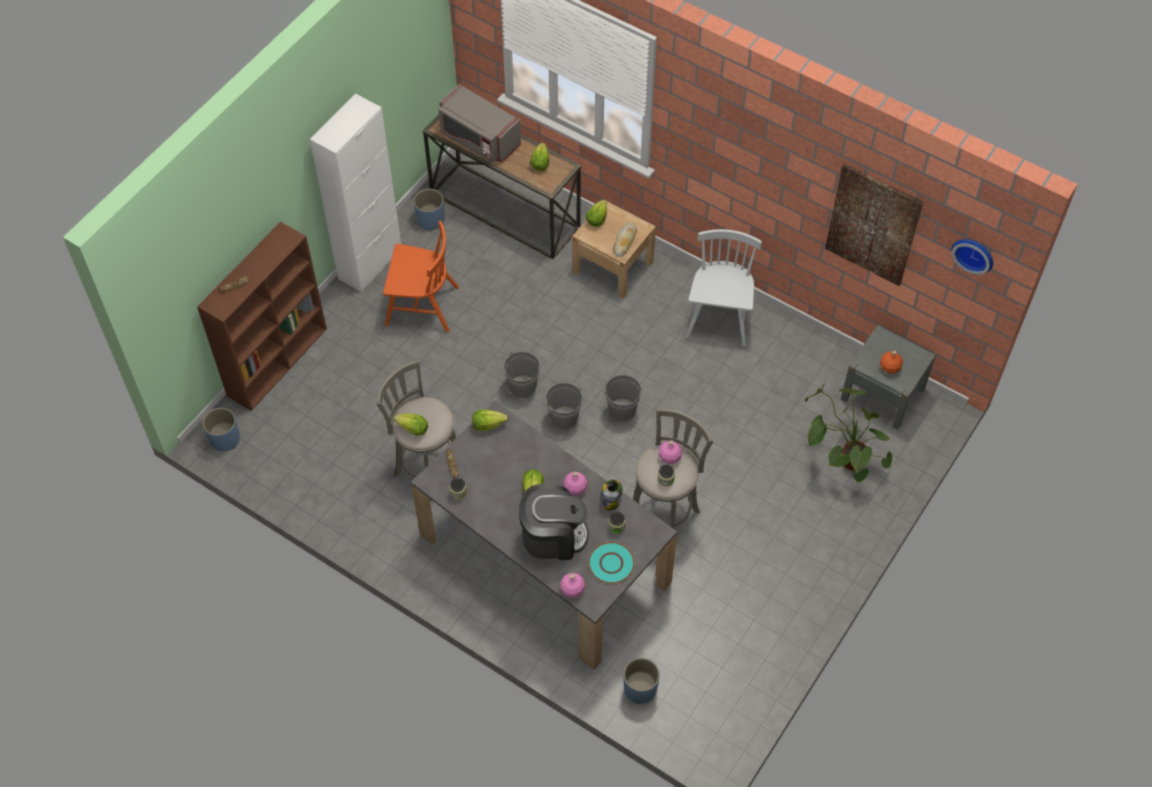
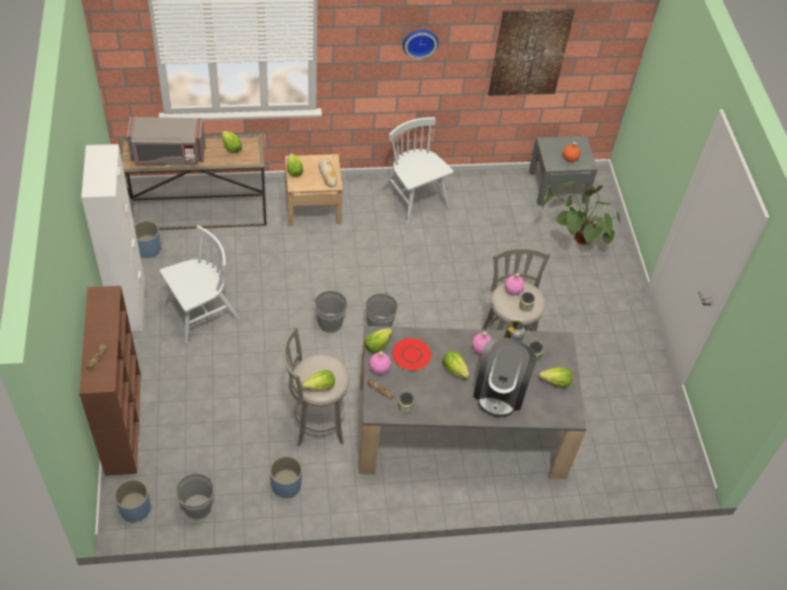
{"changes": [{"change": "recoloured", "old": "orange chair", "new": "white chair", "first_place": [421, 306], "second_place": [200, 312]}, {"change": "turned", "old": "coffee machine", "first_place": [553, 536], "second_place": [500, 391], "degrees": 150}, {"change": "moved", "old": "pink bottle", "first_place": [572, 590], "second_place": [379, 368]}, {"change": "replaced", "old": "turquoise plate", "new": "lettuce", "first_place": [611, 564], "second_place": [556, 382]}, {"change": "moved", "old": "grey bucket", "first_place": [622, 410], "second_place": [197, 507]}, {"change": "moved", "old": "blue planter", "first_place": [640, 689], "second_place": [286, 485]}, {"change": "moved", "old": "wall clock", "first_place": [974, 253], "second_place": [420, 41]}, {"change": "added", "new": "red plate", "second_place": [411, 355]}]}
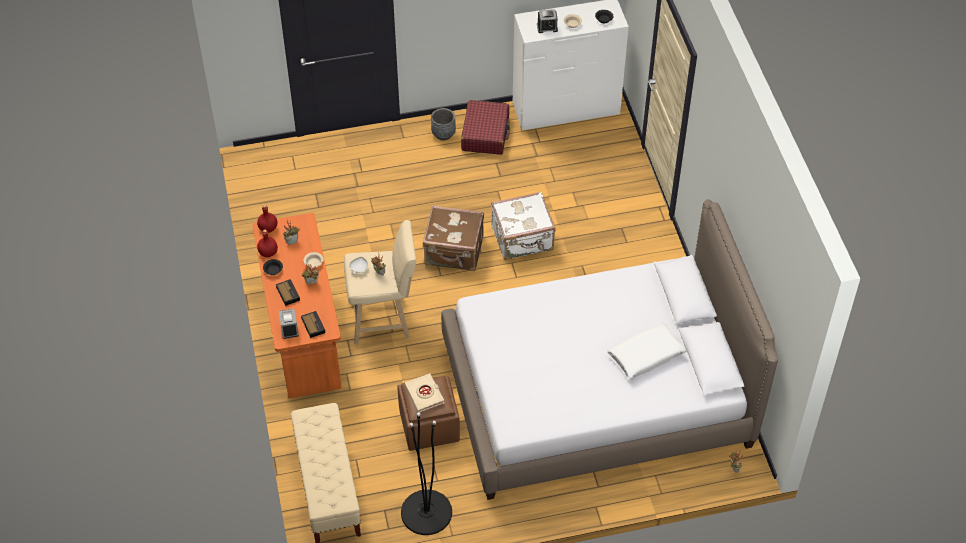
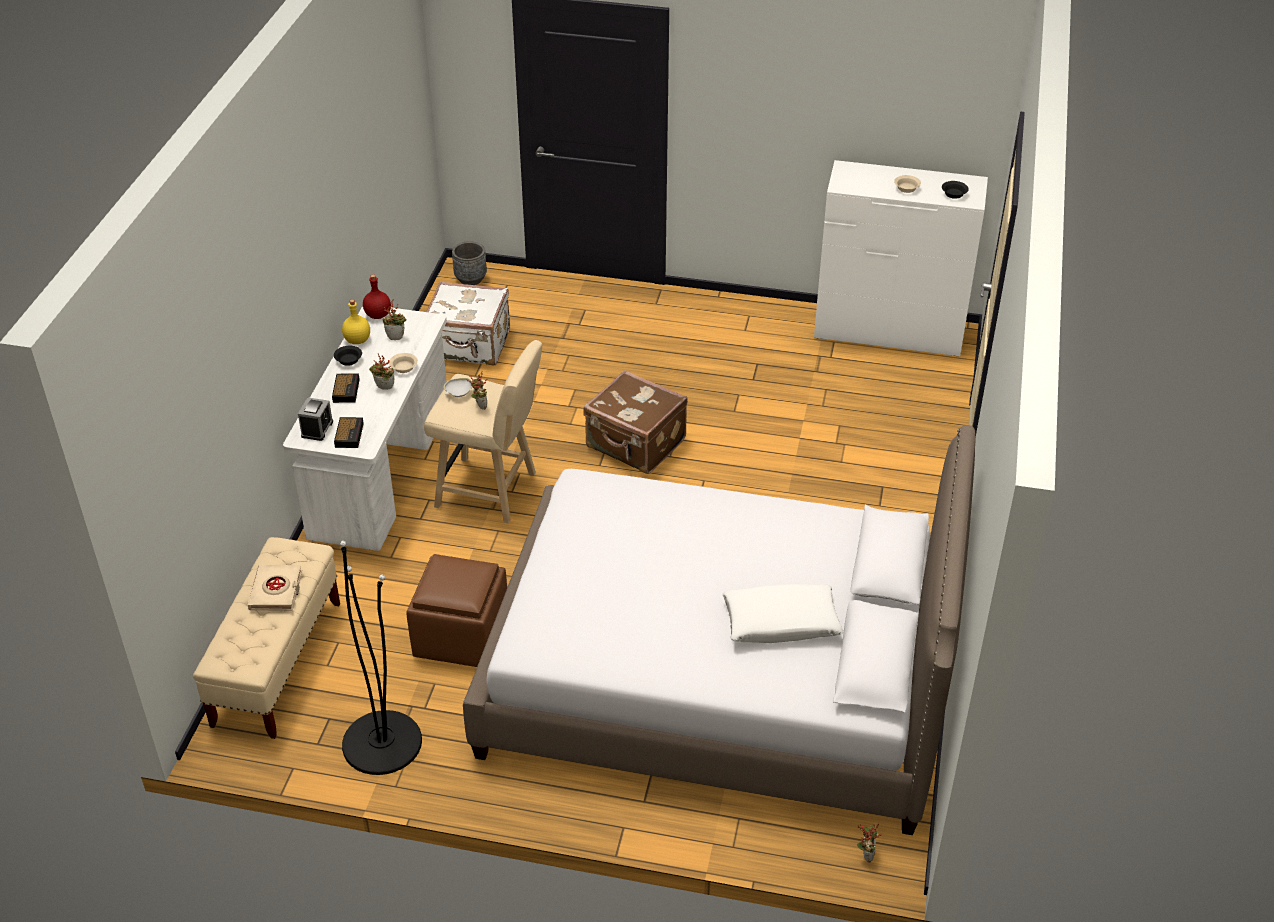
{"changes": [{"change": "recoloured", "old": "orange desk", "new": "white desk", "first_place": [302, 331], "second_place": [380, 472]}, {"change": "recoloured", "old": "red bottle", "new": "yellow bottle", "first_place": [268, 253], "second_place": [357, 340]}, {"change": "moved", "old": "beige book", "first_place": [424, 394], "second_place": [276, 591]}, {"change": "moved", "old": "grey planter", "first_place": [443, 134], "second_place": [470, 279]}, {"change": "removed", "old": "red suitcase", "first_place": [485, 134]}, {"change": "moved", "old": "white suitcase", "first_place": [523, 239], "second_place": [469, 345]}, {"change": "removed", "old": "alarm clock", "first_place": [547, 27]}]}
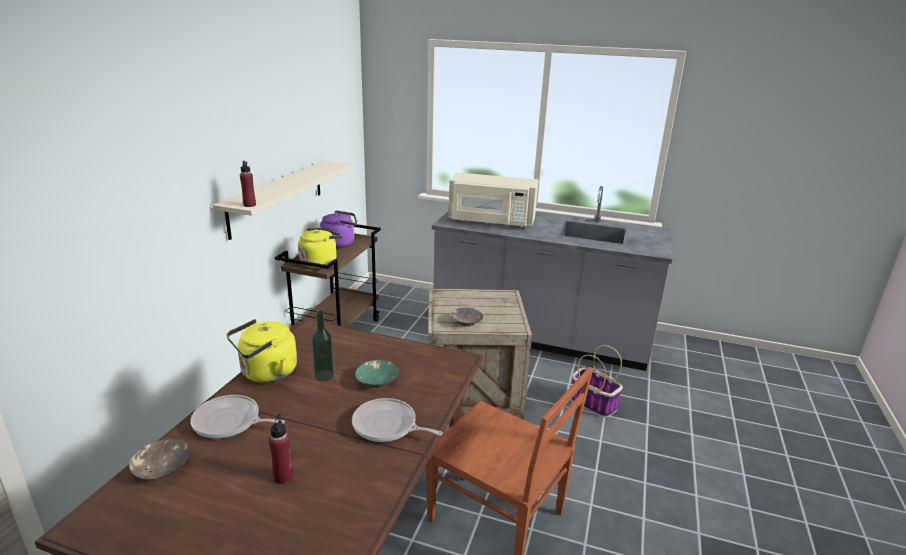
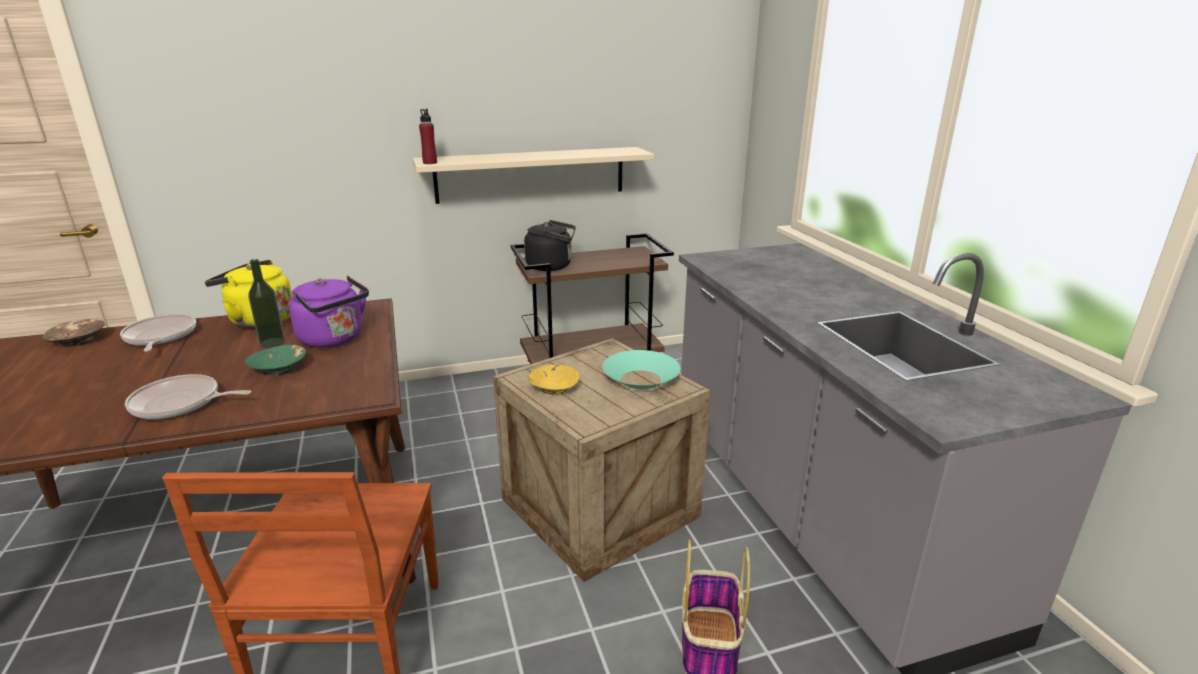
{"changes": [{"change": "removed", "old": "red bottle", "first_place": [283, 477]}, {"change": "recoloured", "old": "yellow kettle", "new": "black kettle", "first_place": [320, 262], "second_place": [552, 266]}, {"change": "moved", "old": "purple kettle", "first_place": [340, 243], "second_place": [334, 339]}, {"change": "turned", "old": "frying pan", "first_place": [387, 426], "second_place": [180, 403], "degrees": -75}, {"change": "removed", "old": "beige microwave", "first_place": [491, 221]}, {"change": "recoloured", "old": "brown bowl", "new": "yellow bowl", "first_place": [466, 322], "second_place": [553, 387]}, {"change": "added", "new": "turquoise bowl", "second_place": [640, 379]}]}
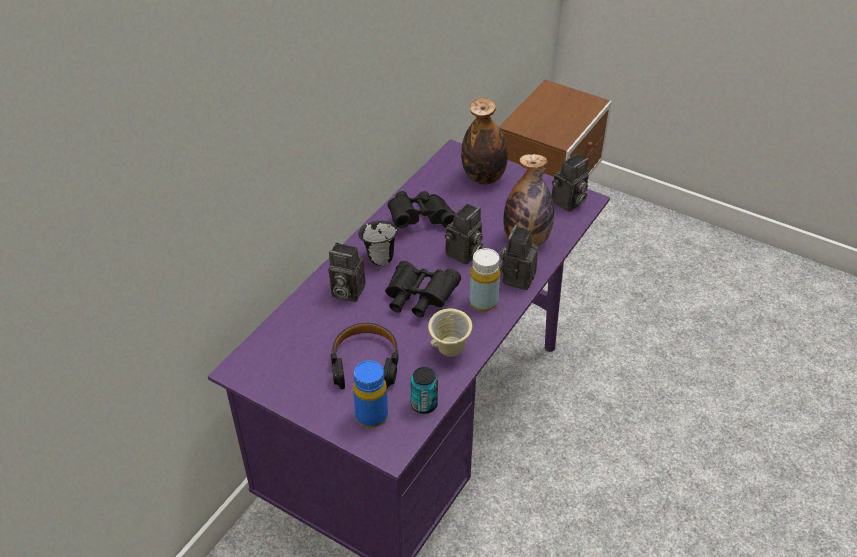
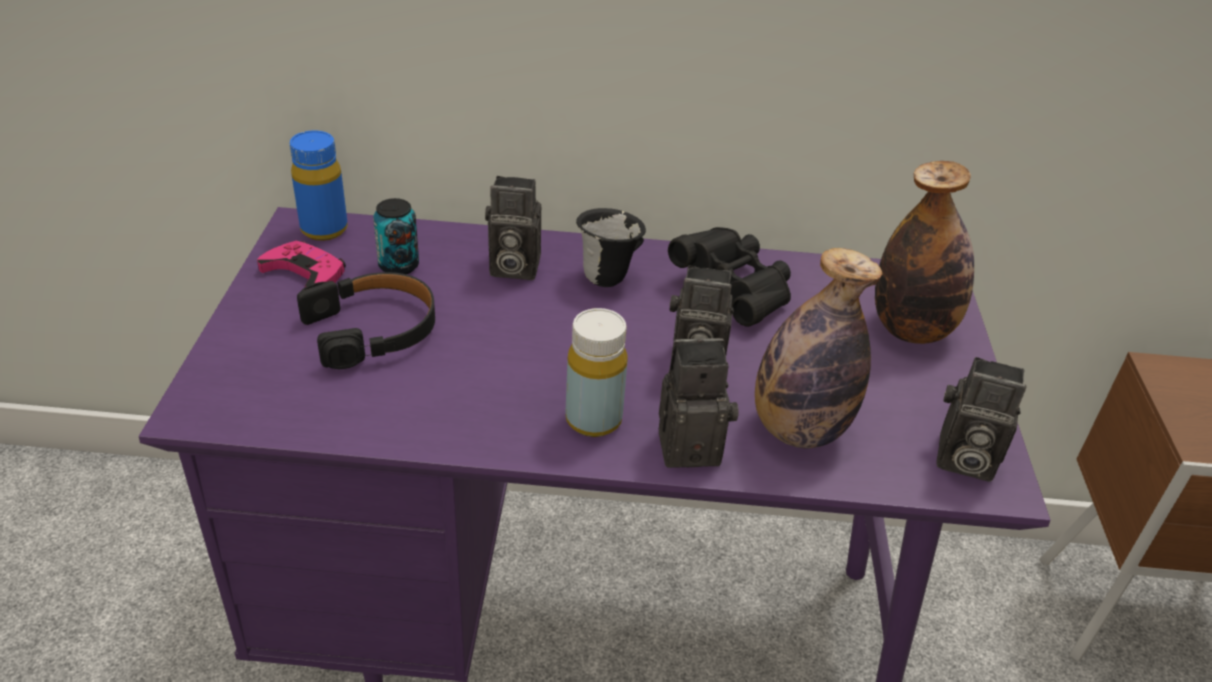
{"changes": [{"change": "turned", "old": "photo camera", "first_place": [345, 291], "second_place": [511, 267], "degrees": -75}, {"change": "moved", "old": "blue bottle", "first_place": [371, 416], "second_place": [324, 229]}, {"change": "removed", "old": "black binoculars", "first_place": [418, 299]}, {"change": "moved", "old": "can", "first_place": [424, 404], "second_place": [398, 266]}, {"change": "removed", "old": "beige mug", "first_place": [449, 353]}, {"change": "added", "new": "pink game controller", "second_place": [305, 273]}]}
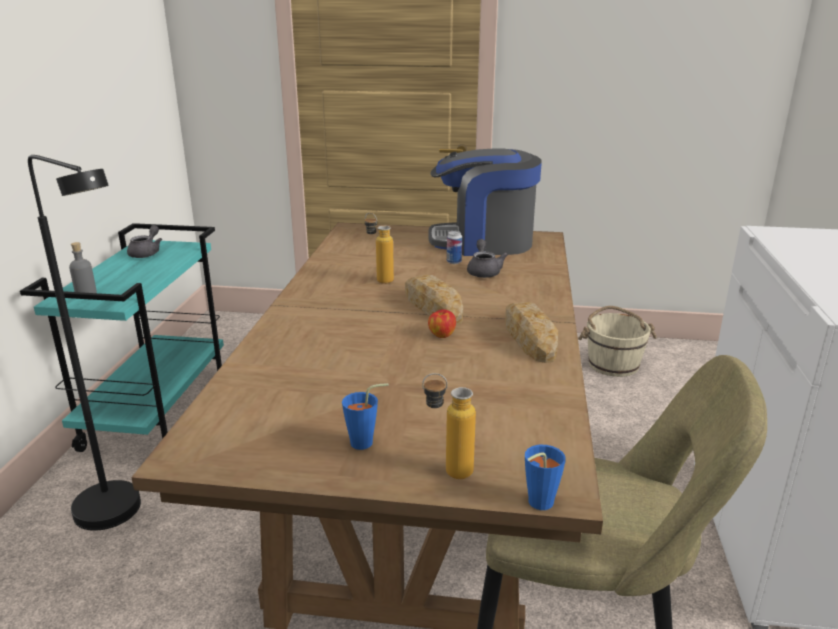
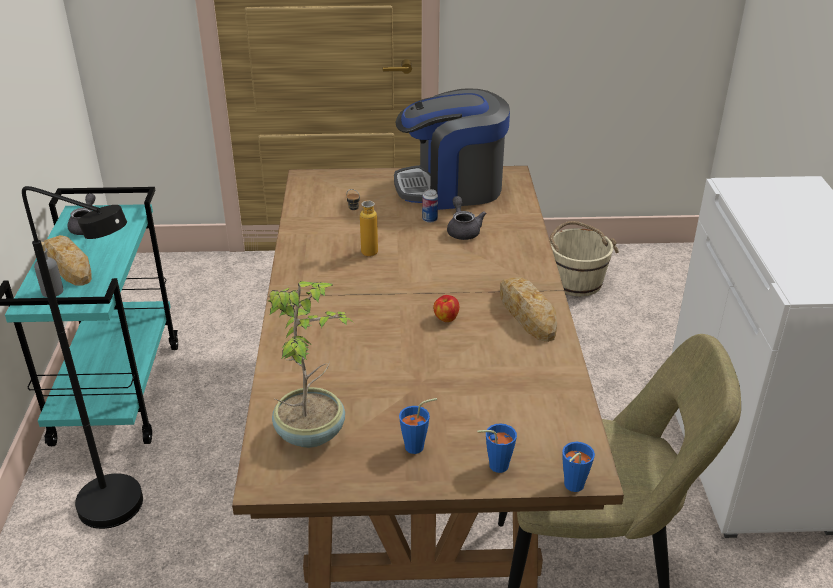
{"changes": [{"change": "moved", "old": "bread", "first_place": [432, 306], "second_place": [68, 265]}, {"change": "replaced", "old": "bottle", "new": "blue cup", "first_place": [447, 471], "second_place": [494, 466]}, {"change": "added", "new": "potted plant", "second_place": [311, 432]}]}
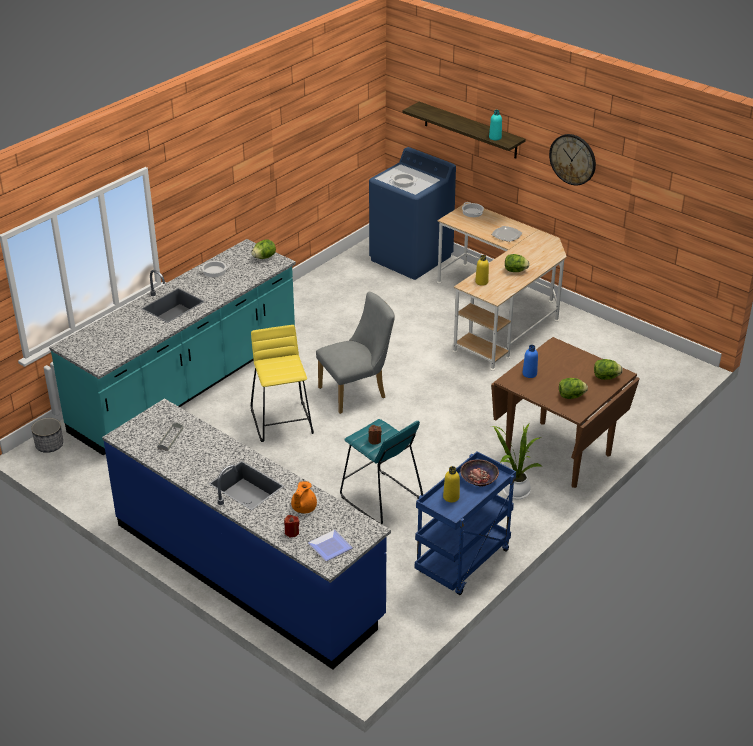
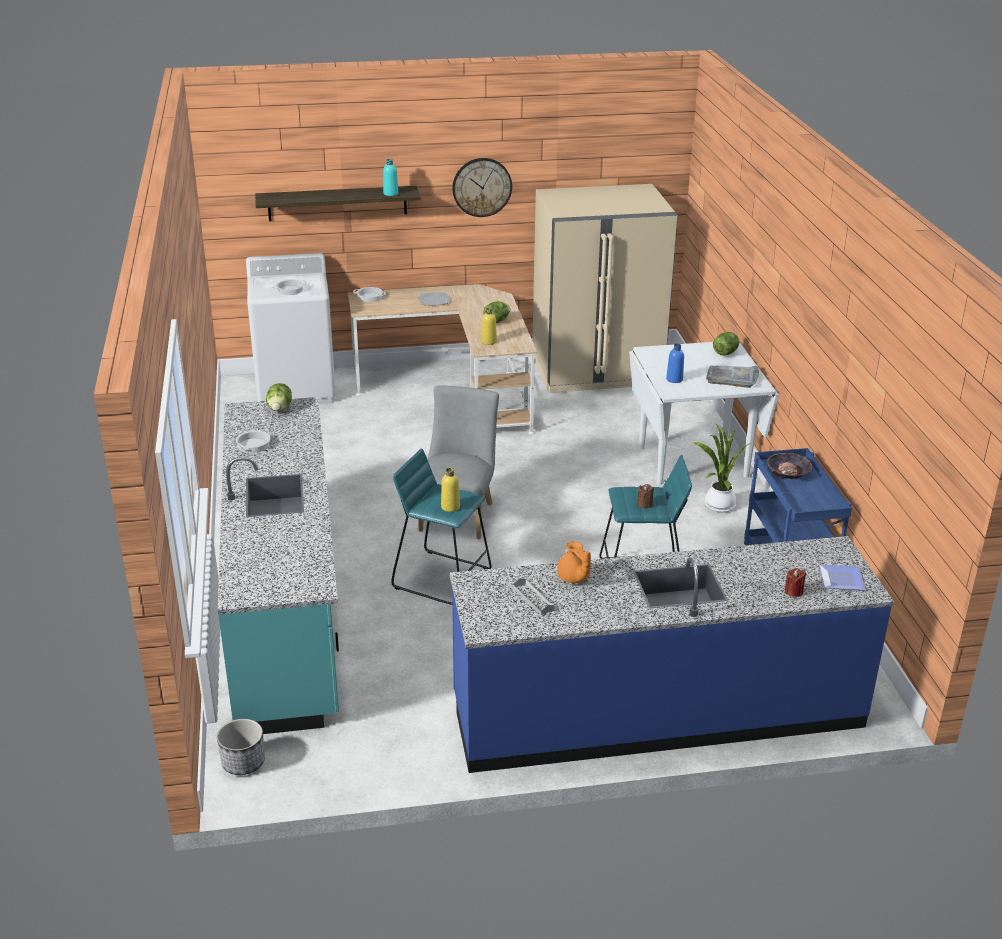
{"changes": [{"change": "recoloured", "old": "yellow stool", "new": "turquoise stool", "first_place": [282, 421], "second_place": [442, 578]}, {"change": "moved", "old": "orange teapot", "first_place": [303, 508], "second_place": [574, 578]}, {"change": "recoloured", "old": "blue washing machine", "new": "white washing machine", "first_place": [411, 258], "second_place": [297, 388]}, {"change": "moved", "old": "yellow bottle", "first_place": [451, 497], "second_place": [450, 507]}, {"change": "recoloured", "old": "brown dining table", "new": "white dining table", "first_place": [557, 454], "second_place": [693, 462]}, {"change": "replaced", "old": "lettuce", "new": "grey tray", "first_place": [571, 396], "second_place": [732, 377]}, {"change": "added", "new": "beige fridge", "second_place": [597, 371]}]}
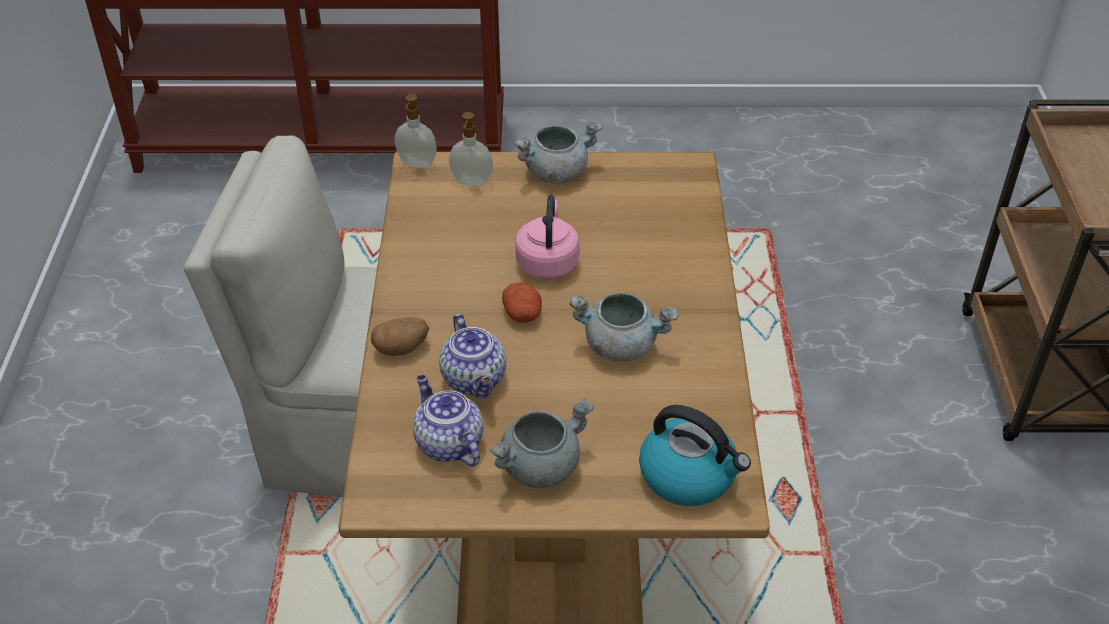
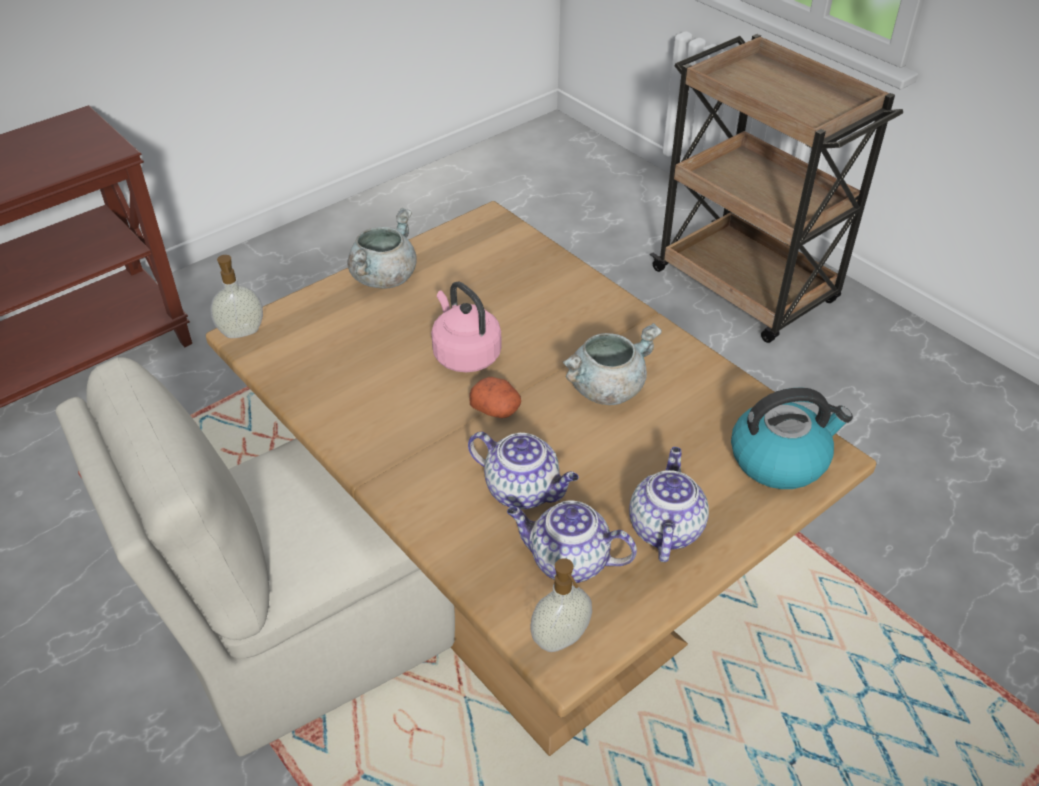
{"changes": [{"change": "removed", "old": "potato", "first_place": [401, 348]}, {"change": "moved", "old": "soap dispenser", "first_place": [471, 182], "second_place": [561, 640]}, {"change": "replaced", "old": "grey cooking pot", "new": "teapot", "first_place": [540, 466], "second_place": [664, 528]}]}
